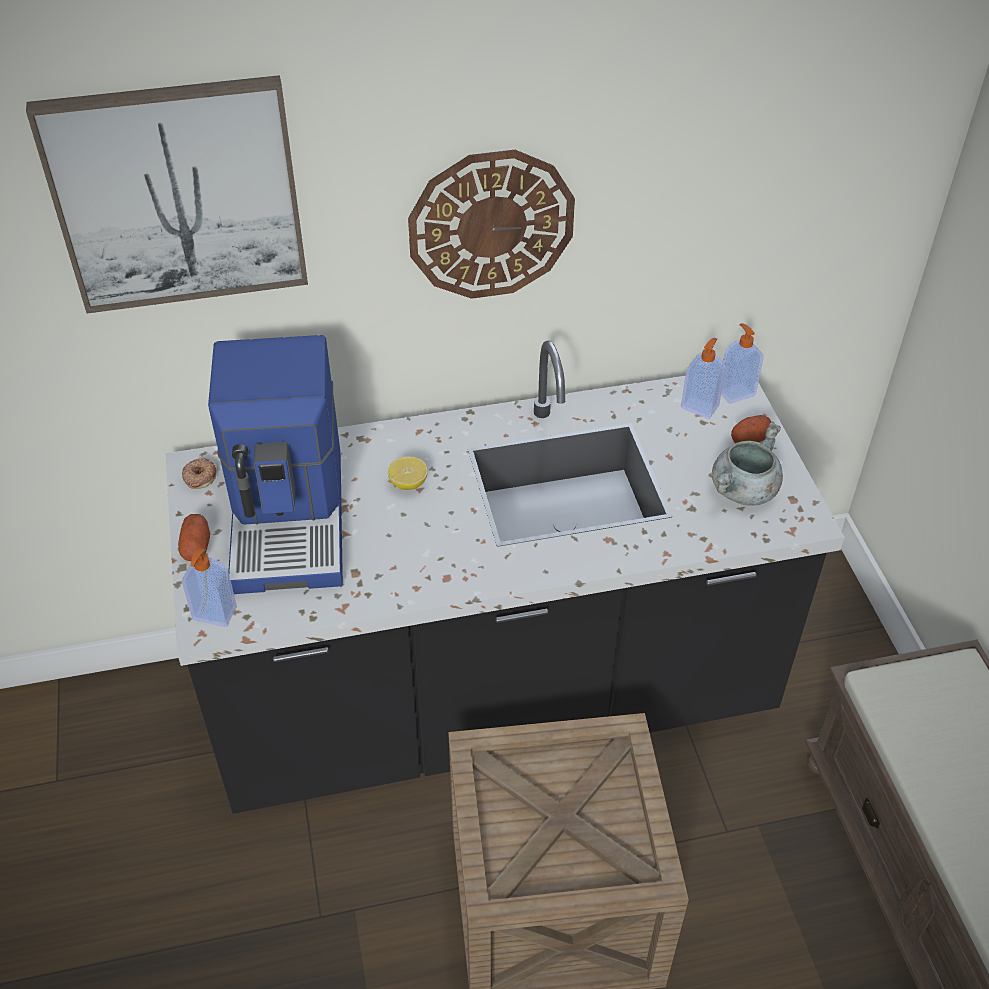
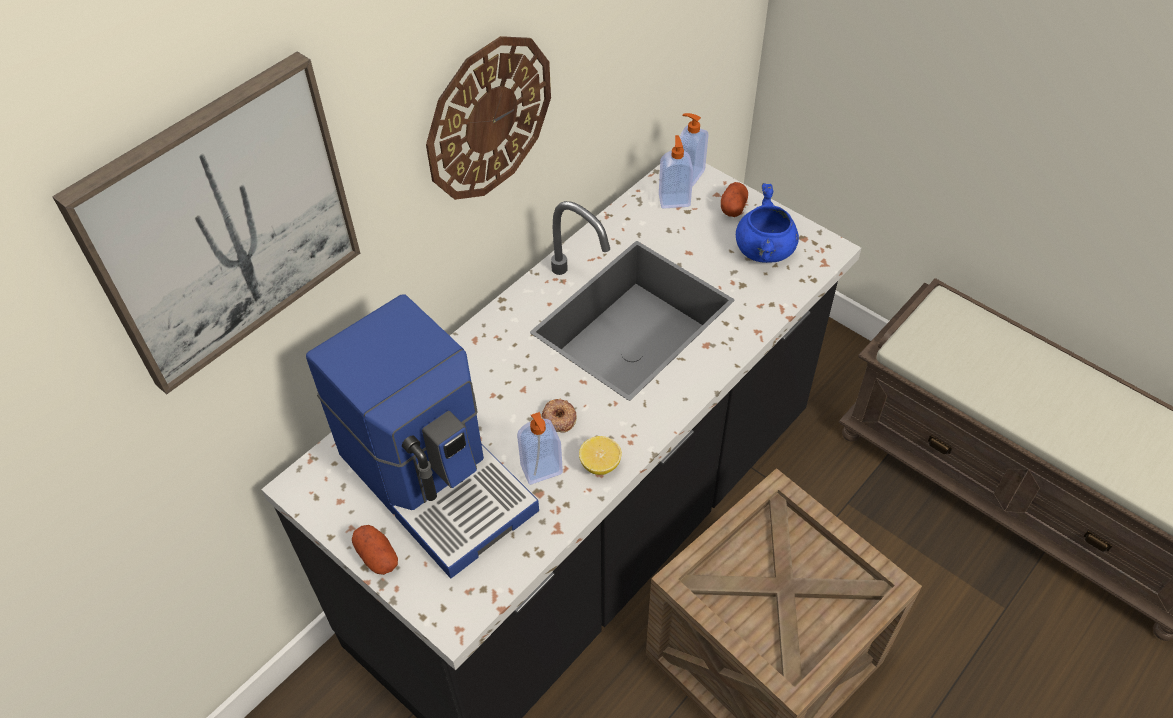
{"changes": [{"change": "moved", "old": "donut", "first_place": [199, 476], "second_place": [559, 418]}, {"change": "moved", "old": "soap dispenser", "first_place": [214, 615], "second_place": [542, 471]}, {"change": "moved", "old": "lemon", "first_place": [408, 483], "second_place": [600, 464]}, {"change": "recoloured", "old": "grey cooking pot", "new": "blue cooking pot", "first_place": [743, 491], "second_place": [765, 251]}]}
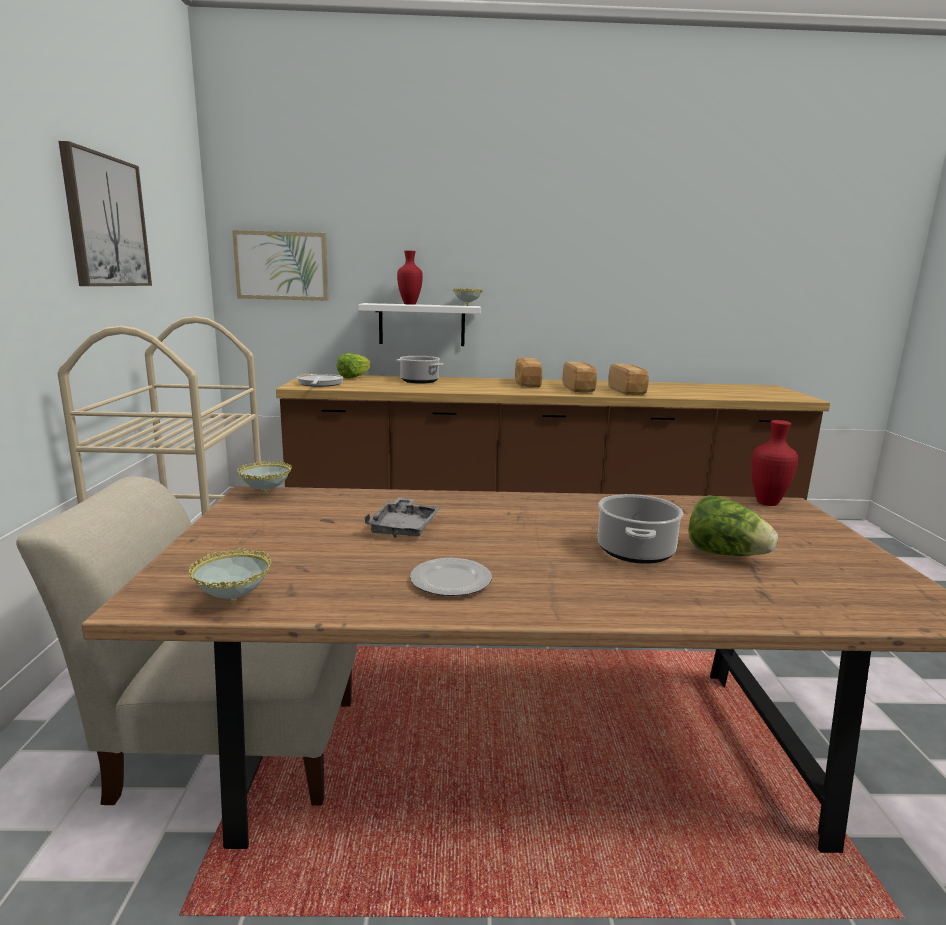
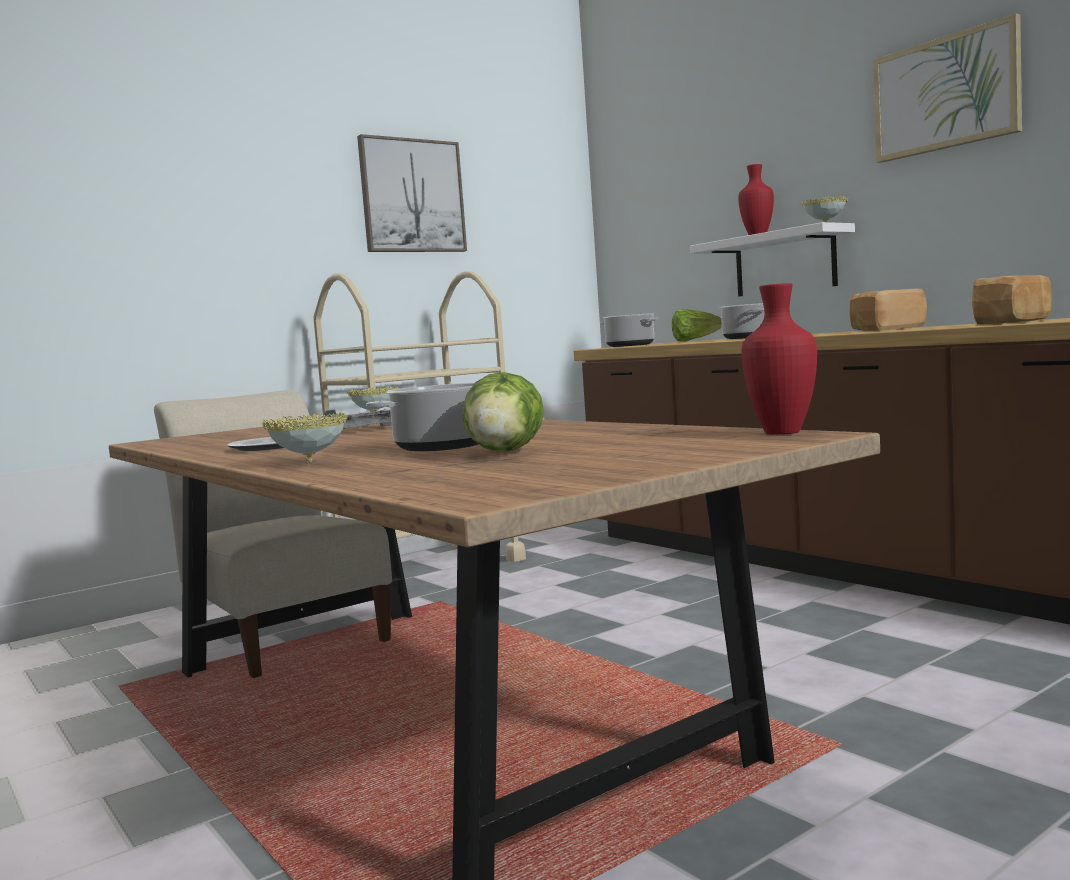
{"changes": [{"change": "moved", "old": "bowl", "first_place": [234, 602], "second_place": [309, 463]}, {"change": "moved", "old": "picture", "first_place": [282, 266], "second_place": [945, 94]}, {"change": "replaced", "old": "frying pan", "new": "cooking pot", "first_place": [319, 384], "second_place": [629, 345]}, {"change": "removed", "old": "bread", "first_place": [579, 388]}]}
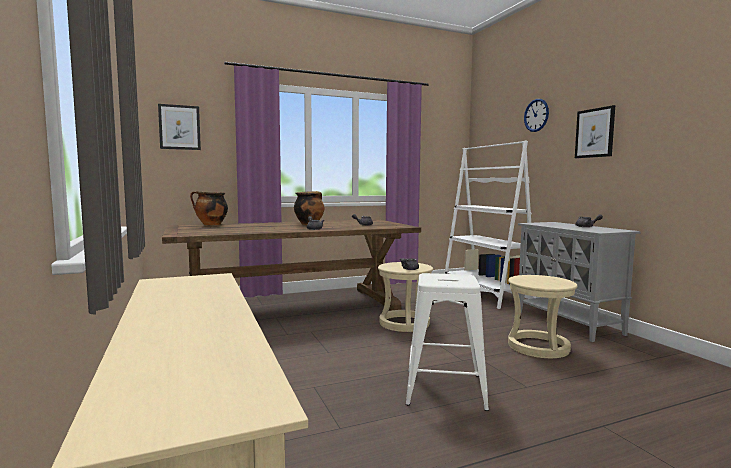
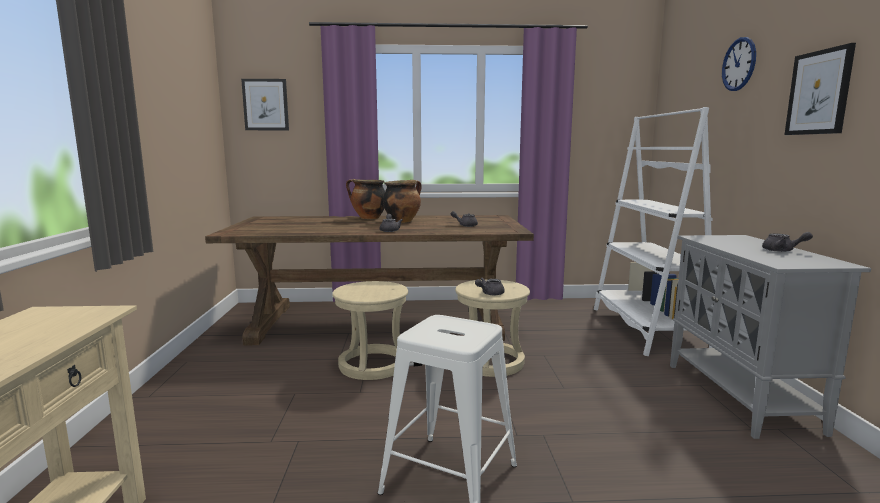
{"changes": [{"change": "moved", "old": "cooking pot", "first_place": [210, 225], "second_place": [368, 218]}, {"change": "moved", "old": "beige stool", "first_place": [538, 347], "second_place": [372, 365]}]}
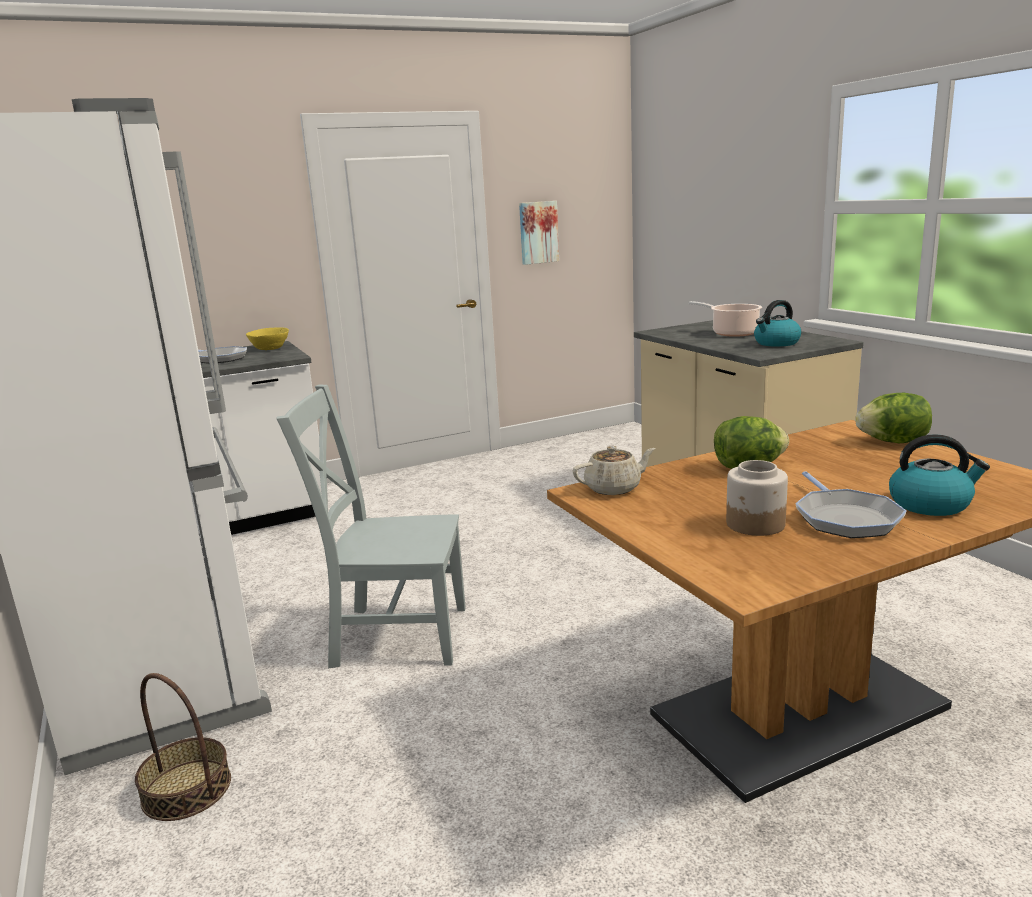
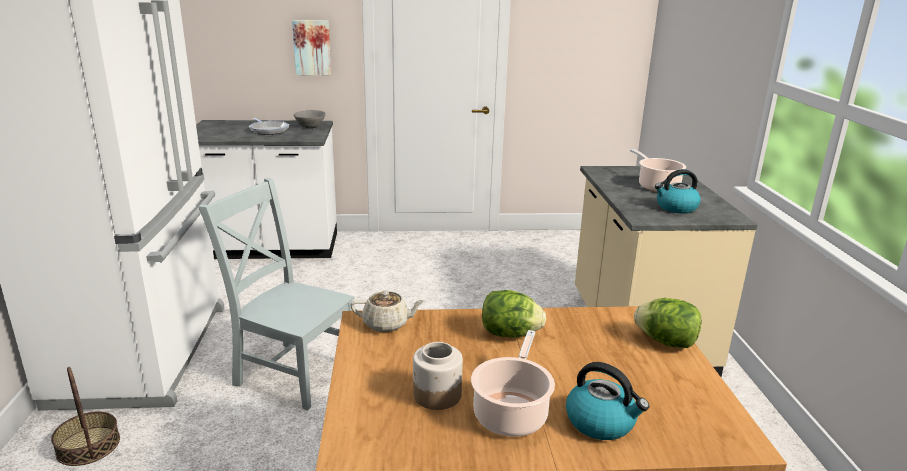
{"changes": [{"change": "recoloured", "old": "yellow bowl", "new": "grey bowl", "first_place": [269, 349], "second_place": [310, 127]}, {"change": "moved", "old": "picture", "first_place": [538, 232], "second_place": [312, 47]}, {"change": "replaced", "old": "frying pan", "new": "cooking pot", "first_place": [845, 518], "second_place": [511, 413]}]}
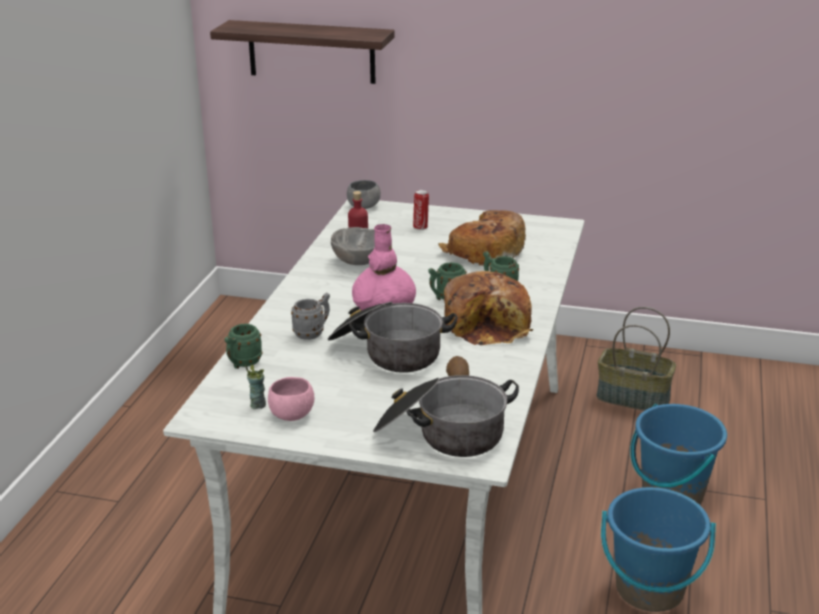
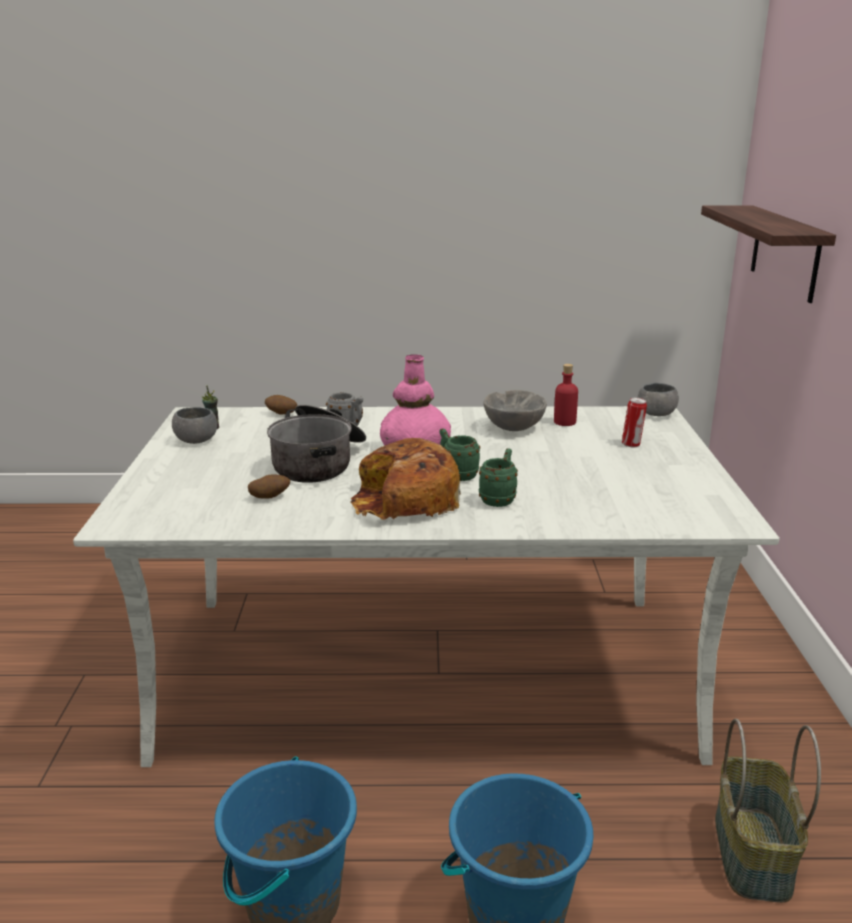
{"changes": [{"change": "replaced", "old": "green mug", "new": "potato", "first_place": [242, 363], "second_place": [281, 414]}, {"change": "recoloured", "old": "pink bowl", "new": "grey bowl", "first_place": [292, 415], "second_place": [196, 441]}, {"change": "removed", "old": "cooking pot", "first_place": [442, 434]}, {"change": "removed", "old": "bread", "first_place": [484, 251]}]}
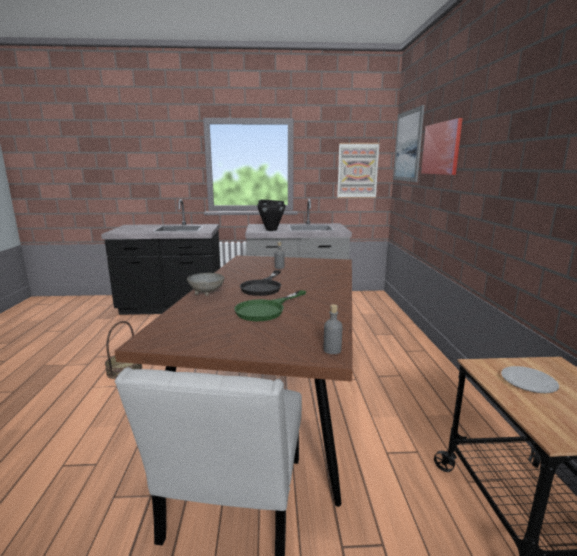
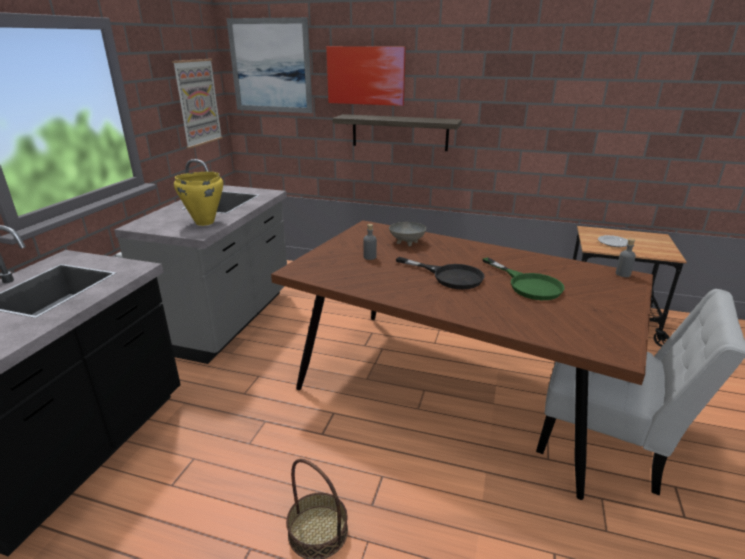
{"changes": [{"change": "moved", "old": "grey bowl", "first_place": [207, 293], "second_place": [407, 242]}, {"change": "recoloured", "old": "black cooking pot", "new": "yellow cooking pot", "first_place": [271, 230], "second_place": [204, 222]}, {"change": "added", "new": "shelf", "second_place": [399, 132]}]}
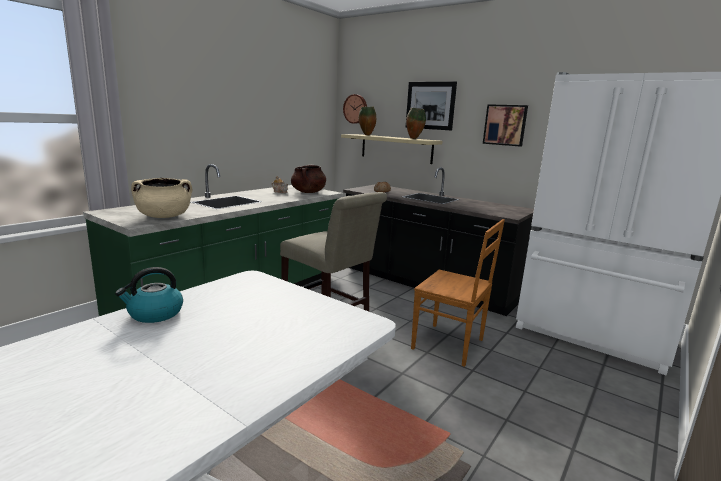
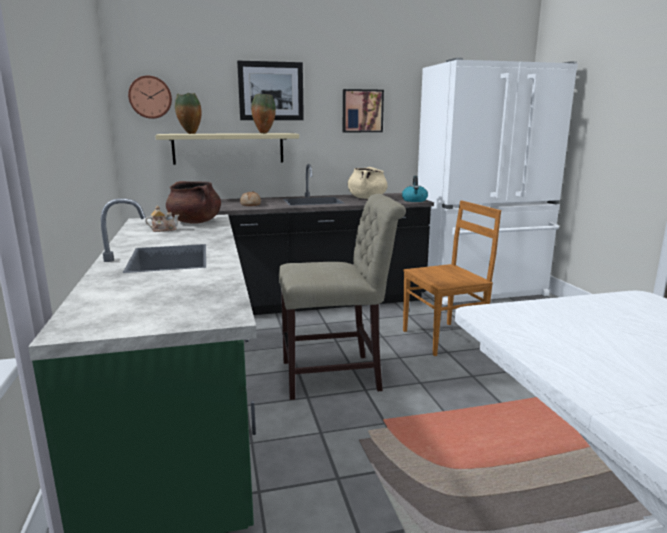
{"changes": [{"change": "moved", "old": "kettle", "first_place": [155, 314], "second_place": [414, 200]}, {"change": "moved", "old": "beige cooking pot", "first_place": [164, 216], "second_place": [367, 198]}]}
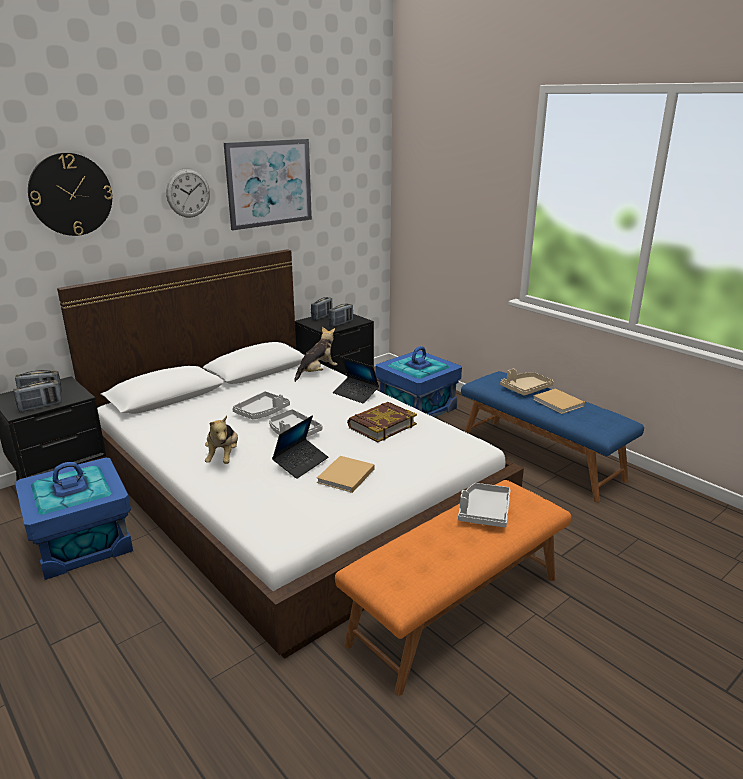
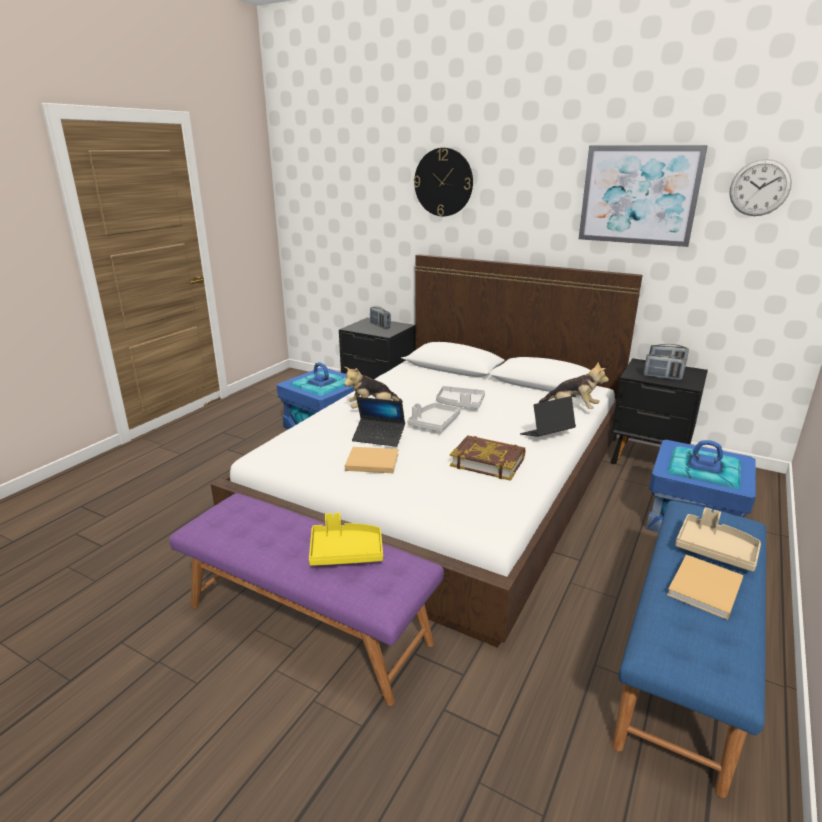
{"changes": [{"change": "removed", "old": "radio", "first_place": [40, 406]}, {"change": "moved", "old": "wall clock", "first_place": [188, 193], "second_place": [759, 188]}, {"change": "turned", "old": "laptop", "first_place": [356, 394], "second_place": [546, 435], "degrees": 45}, {"change": "recoloured", "old": "orange bench", "new": "purple bench", "first_place": [455, 608], "second_place": [309, 623]}, {"change": "recoloured", "old": "grey tray", "new": "yellow tray", "first_place": [484, 512], "second_place": [346, 552]}]}
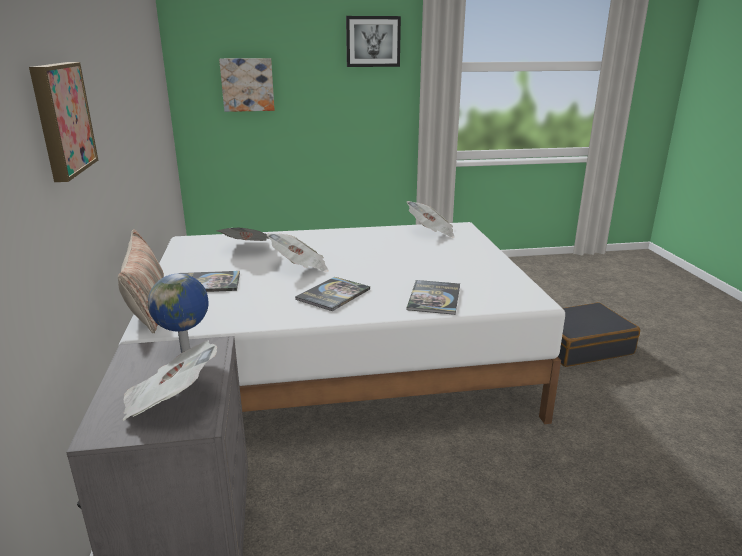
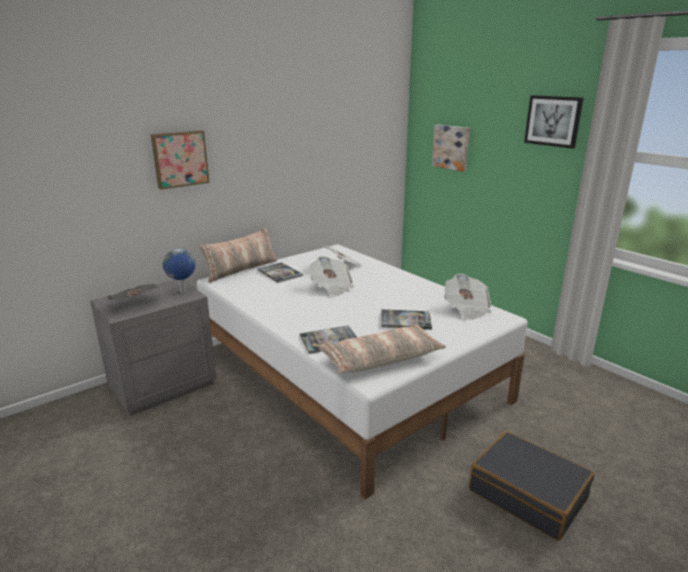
{"changes": [{"change": "moved", "old": "book", "first_place": [333, 294], "second_place": [405, 320]}, {"change": "added", "new": "pillow", "second_place": [381, 359]}]}
